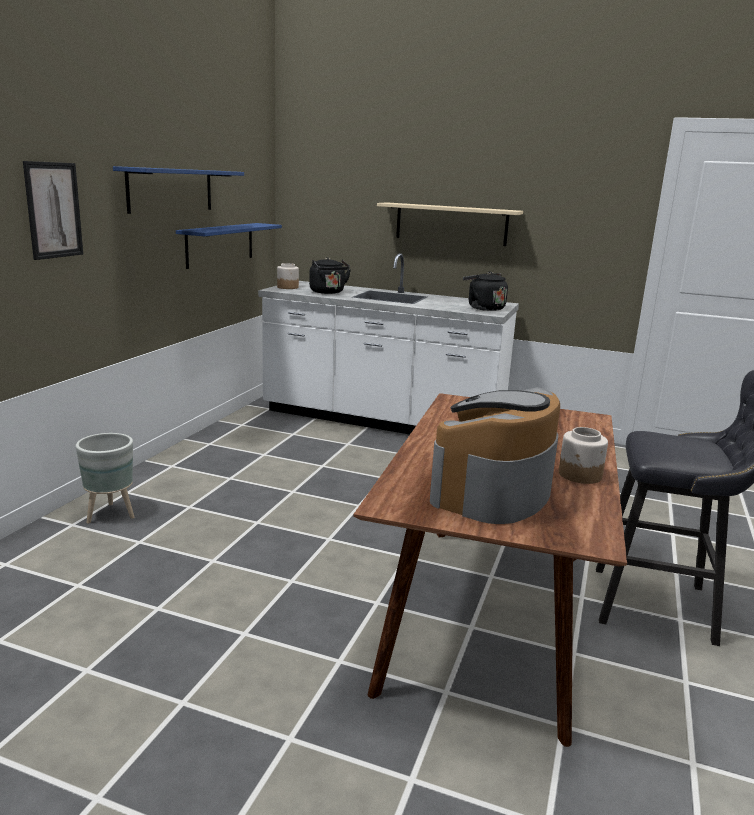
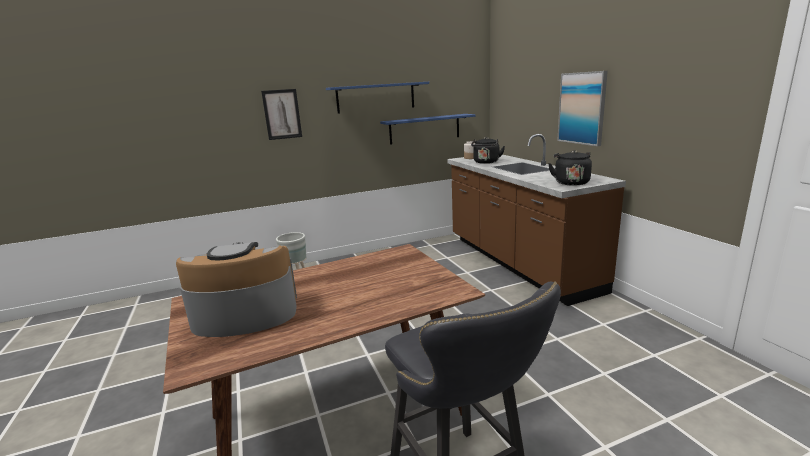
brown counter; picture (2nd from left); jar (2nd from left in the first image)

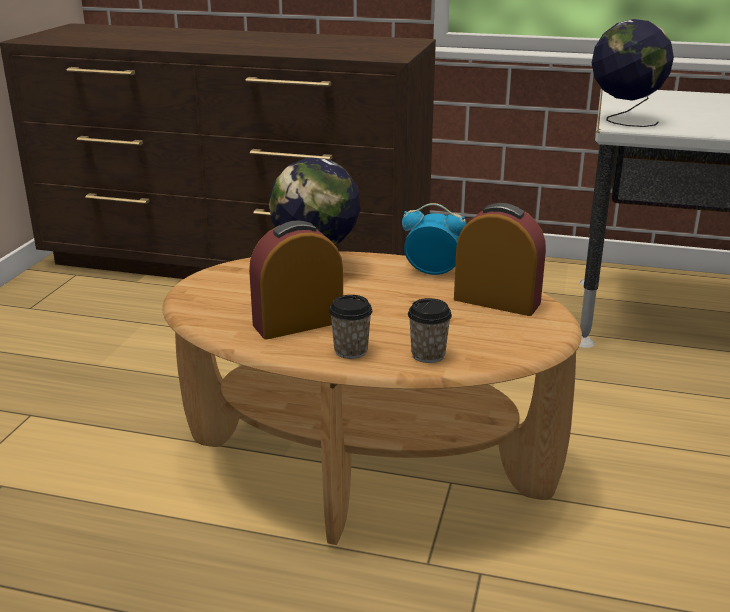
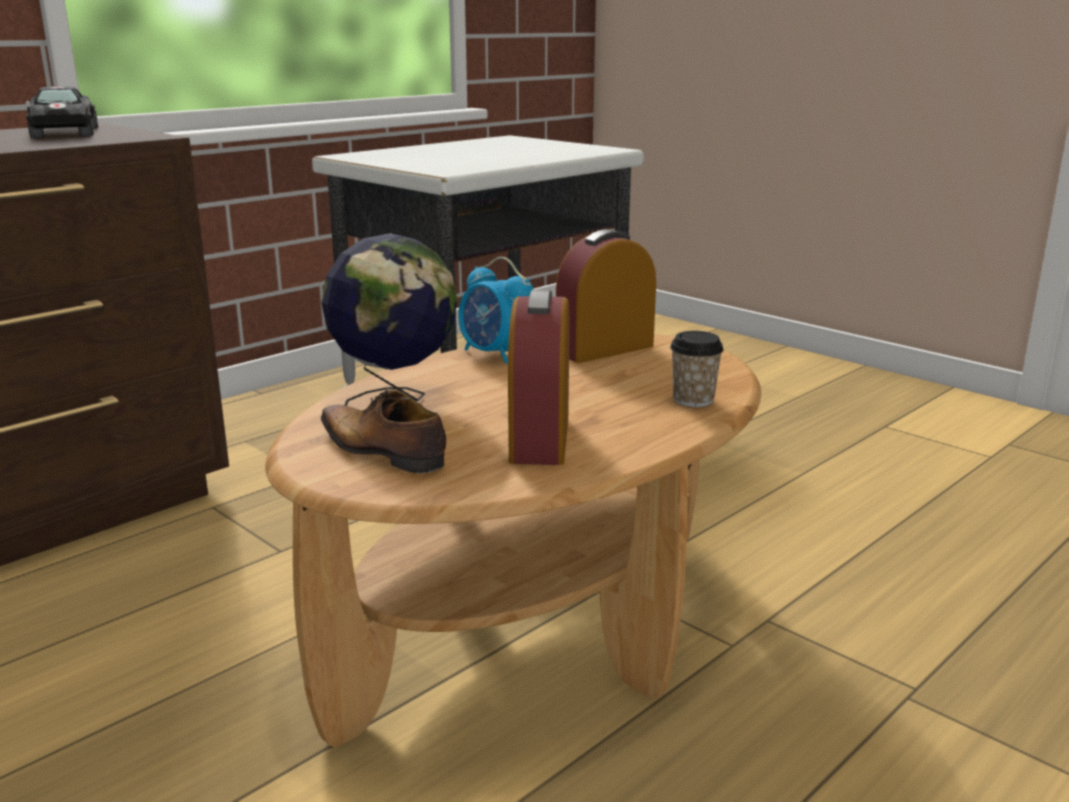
black toy car; shoe; alarm clock (1st from left); cup (1st from left in the first image); globe (2nd from left in the first image)

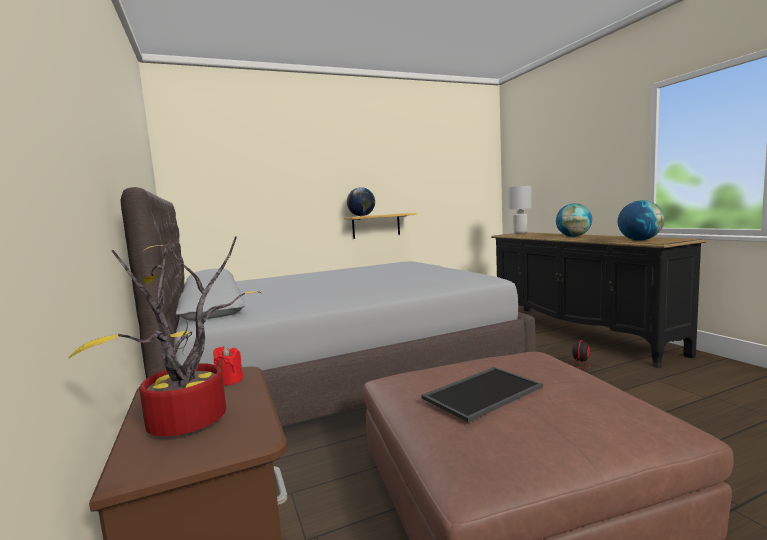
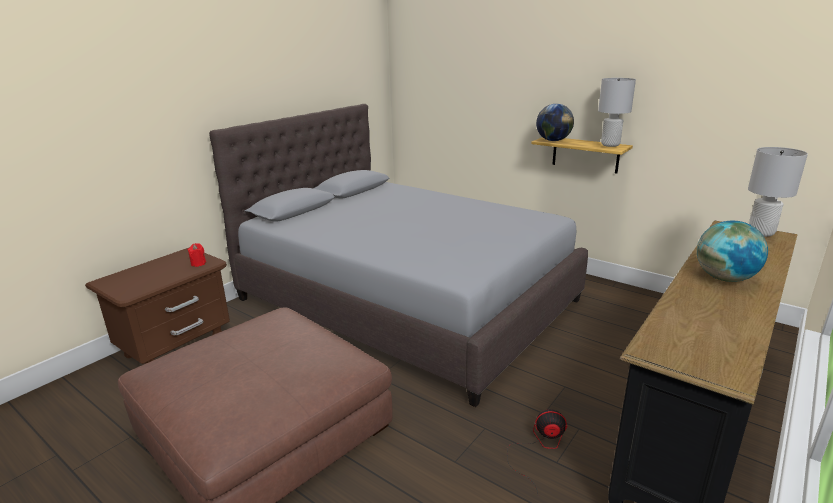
grey table lamp (1st from left); potted plant; tray; globe (3rd from left in the first image)

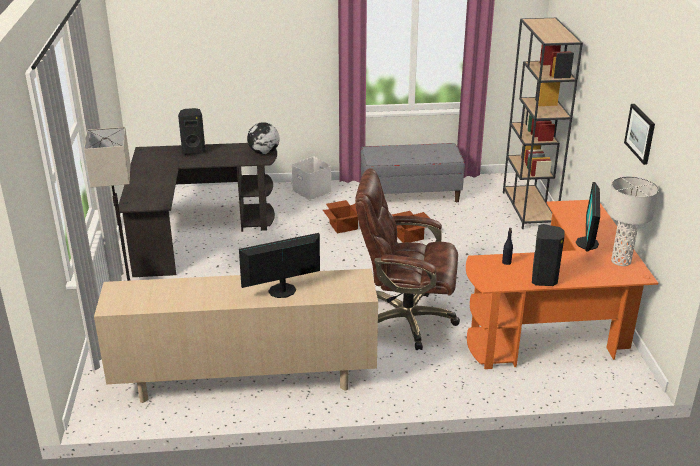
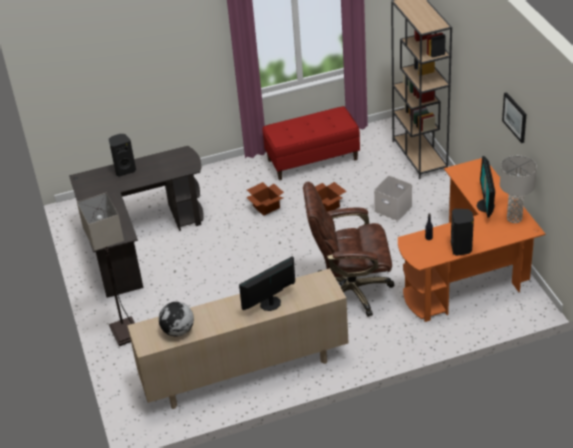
globe; red bench; white storage box

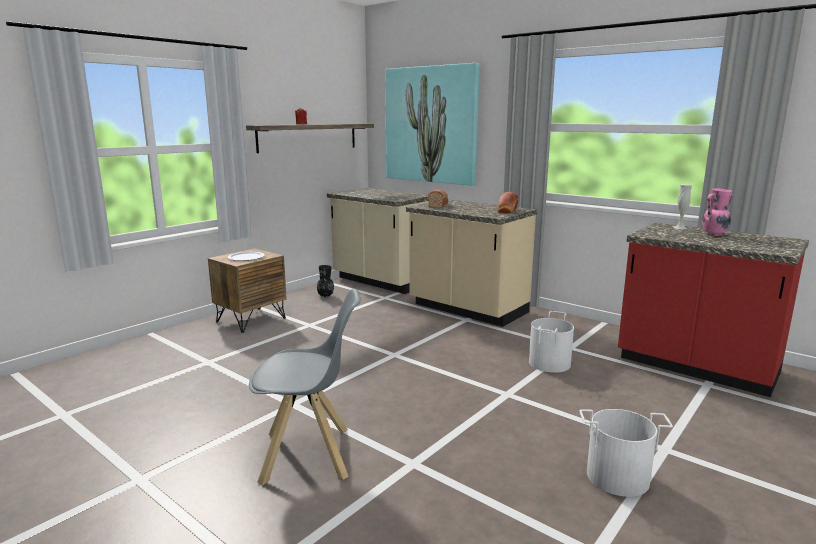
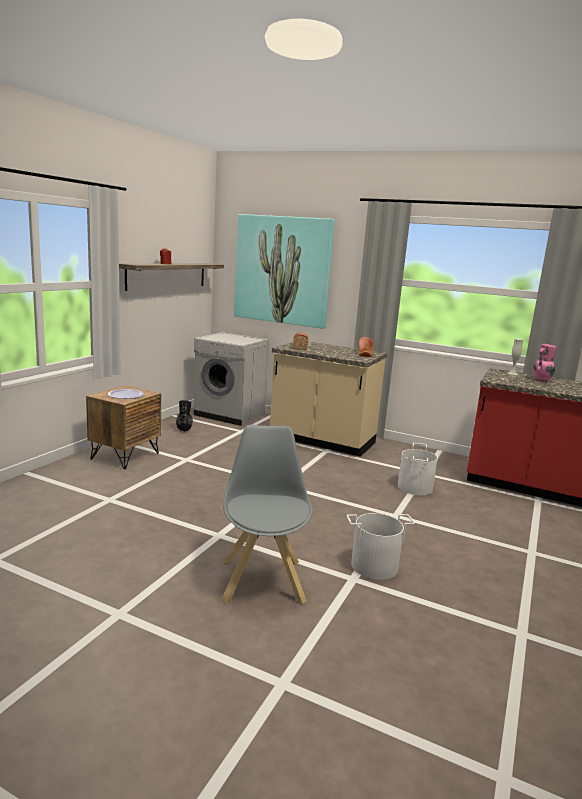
white washing machine; grey chair; white bucket (1st from left)

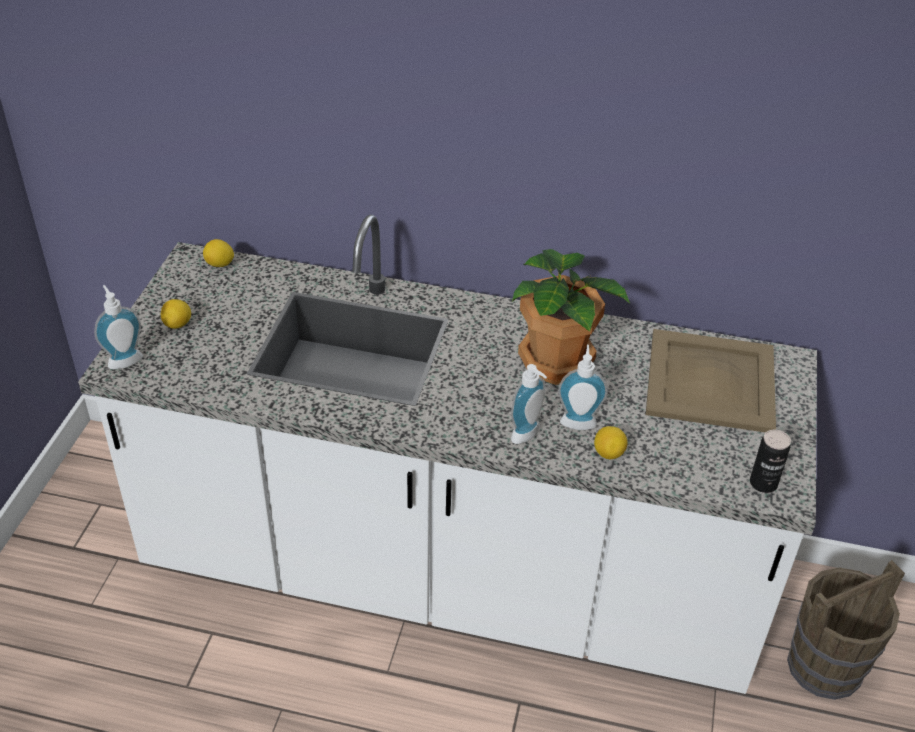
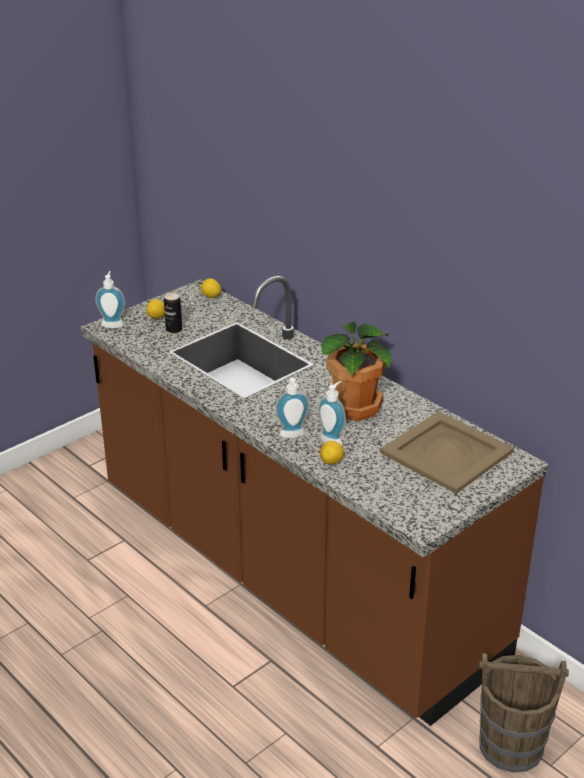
brown counter; can

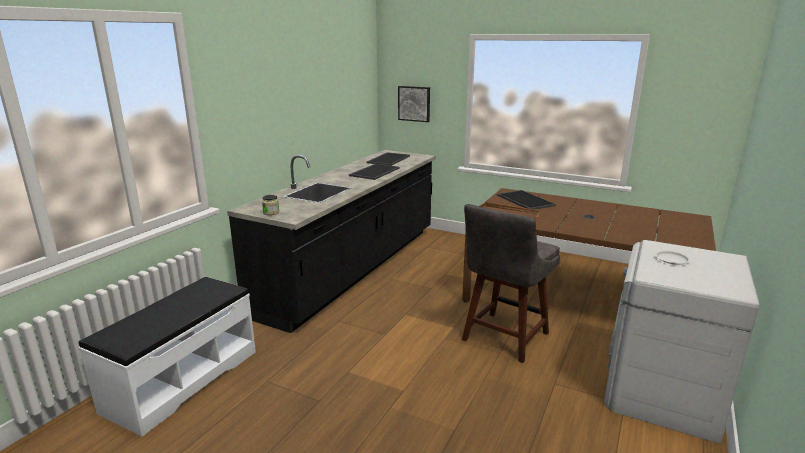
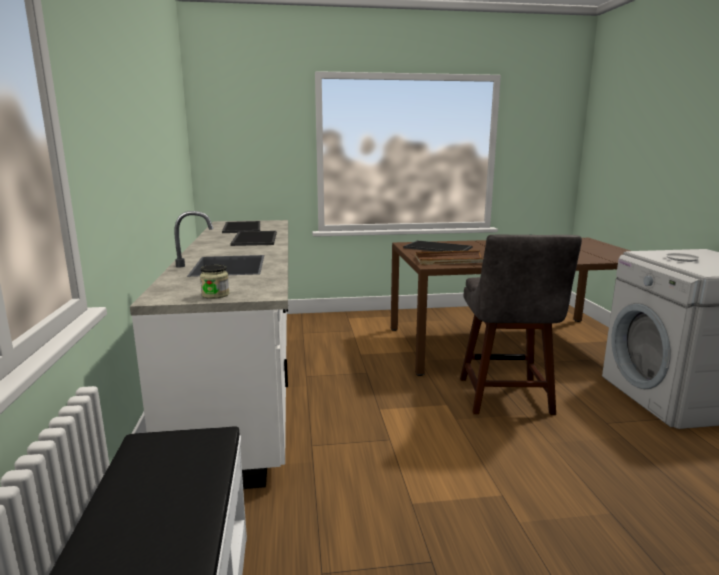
white counter; picture

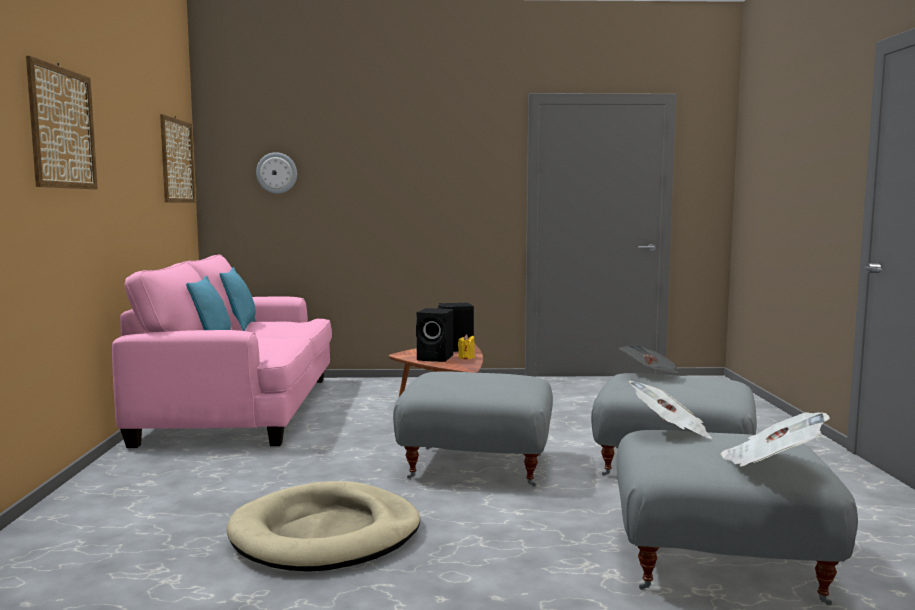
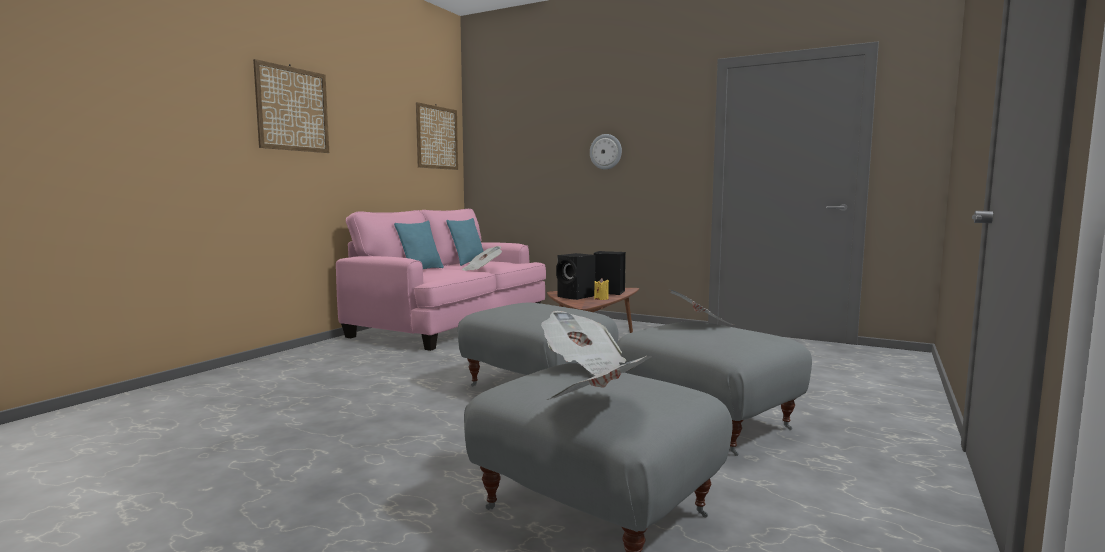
newspaper (1st from left); wall clock; beige dog bed

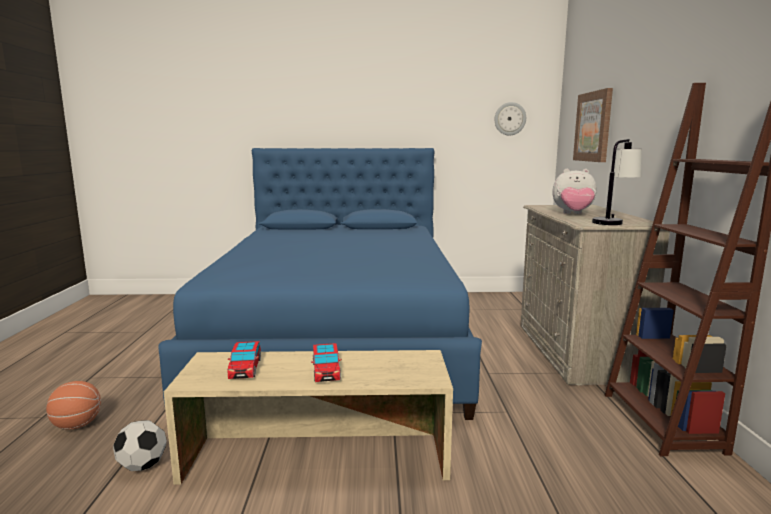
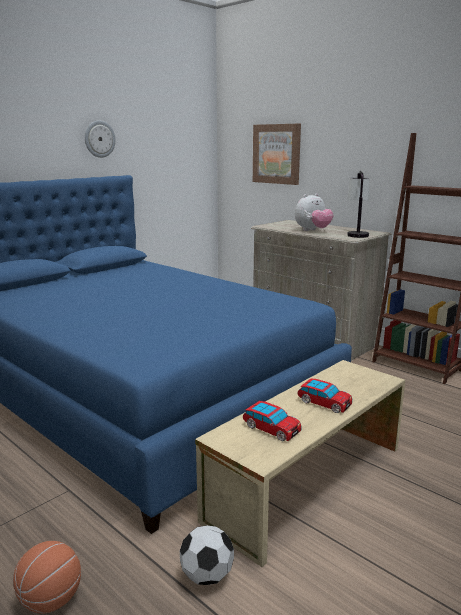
wall clock

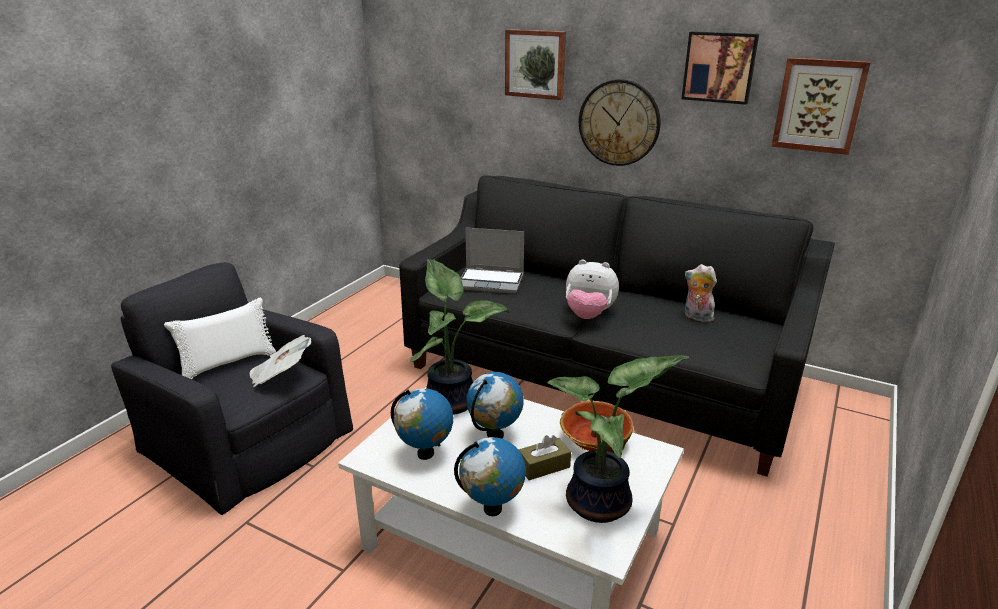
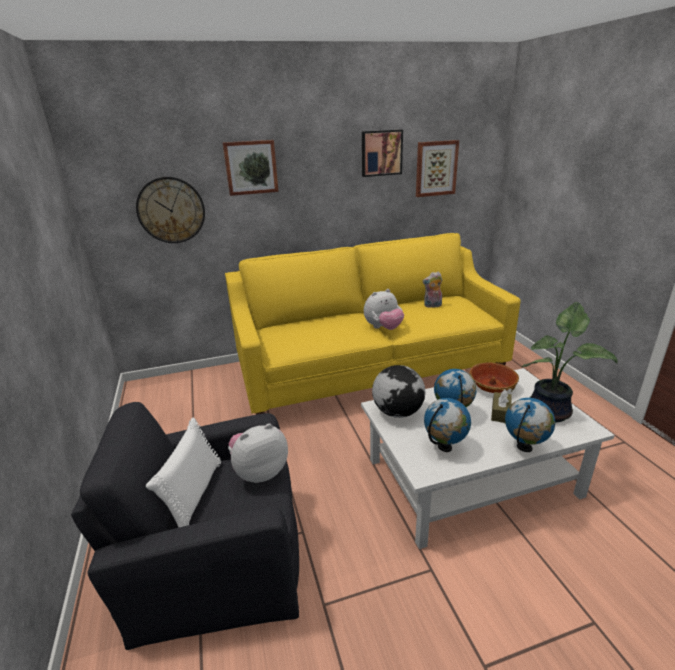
wall clock; yellow sofa; plush toy (1st from left); globe (1st from left); laptop

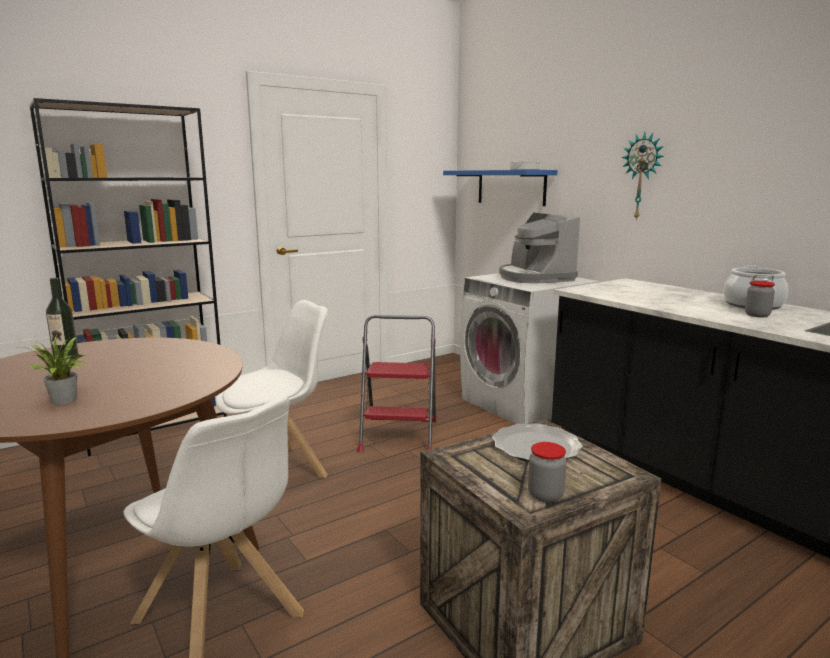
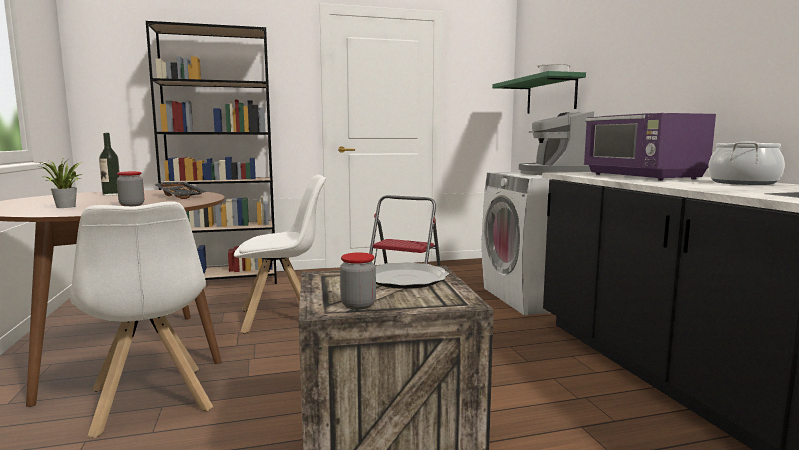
jar (1st from left); black tray; green shelf; purple microwave; wall clock

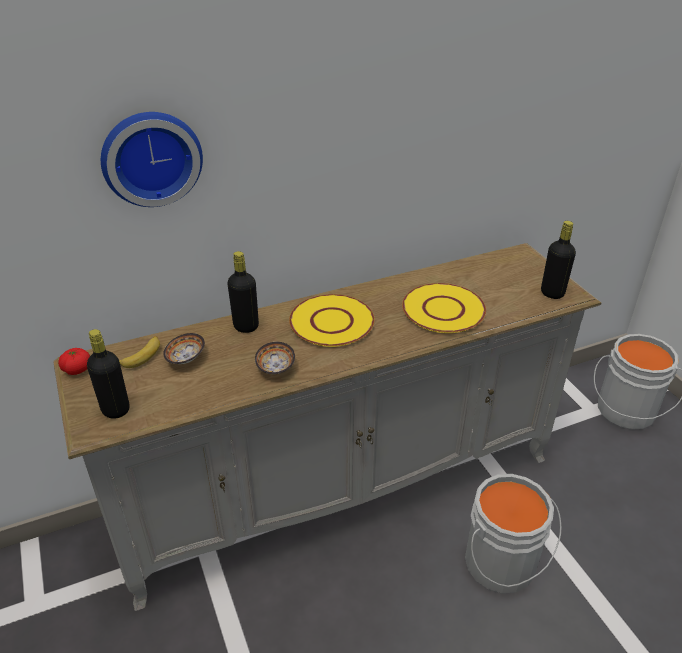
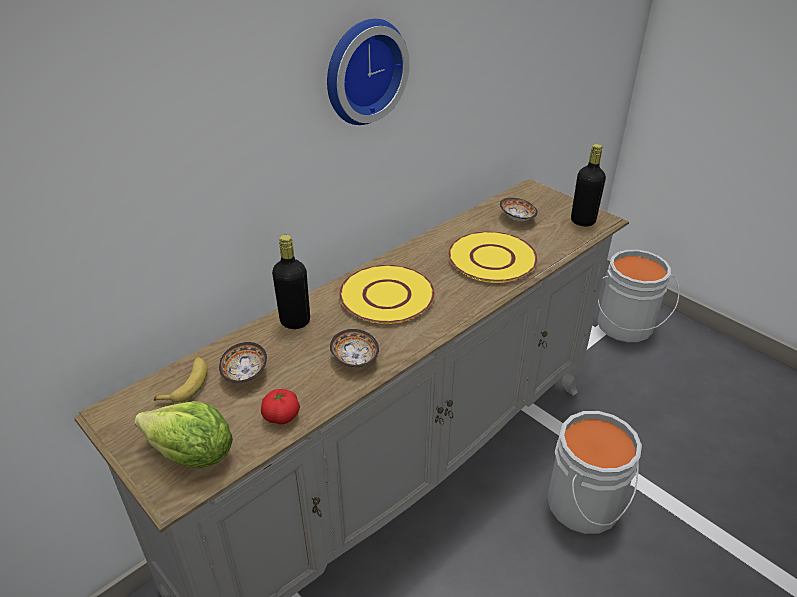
lettuce; tomato; wall clock; bowl (3rd from left)

